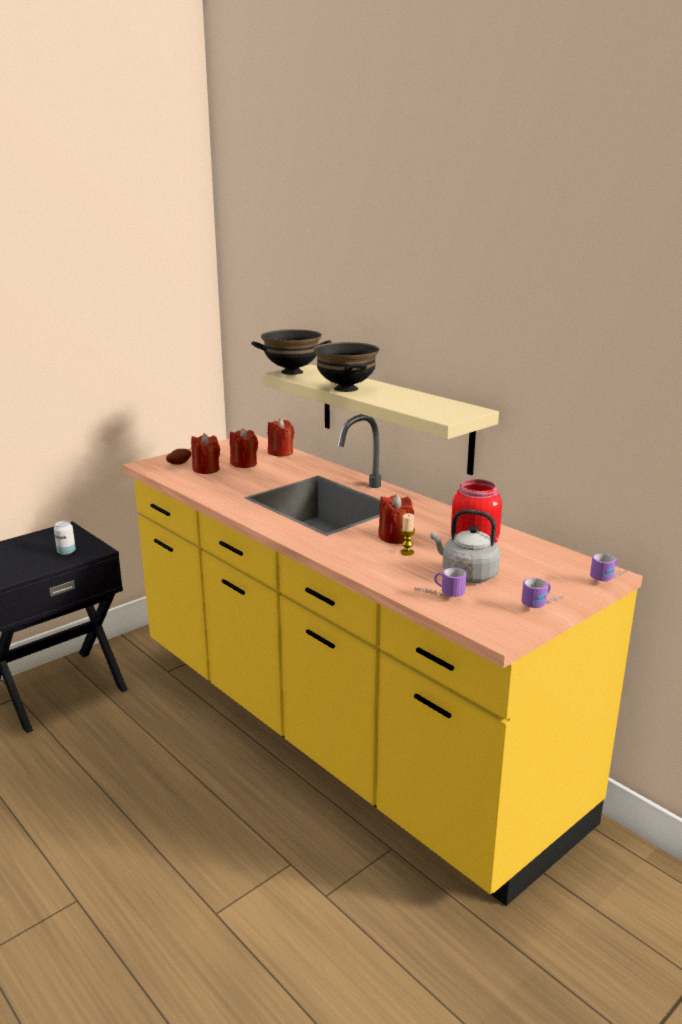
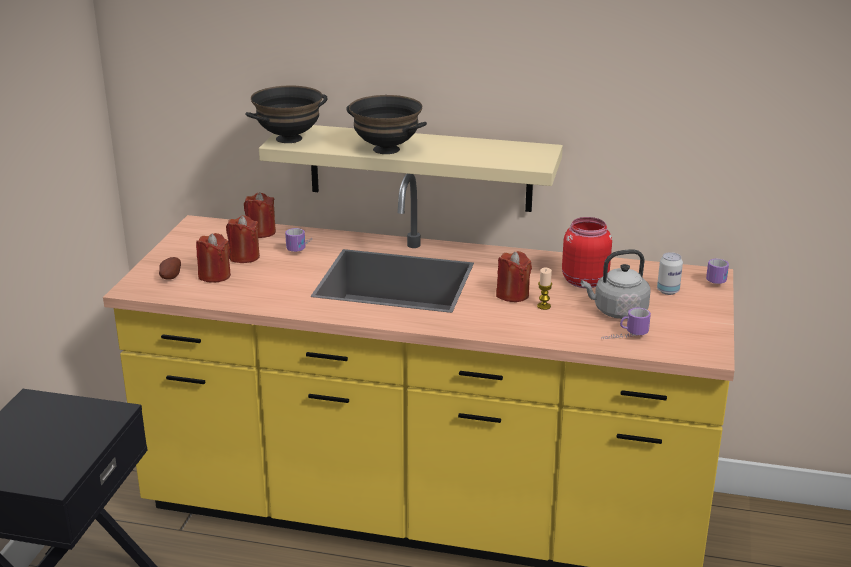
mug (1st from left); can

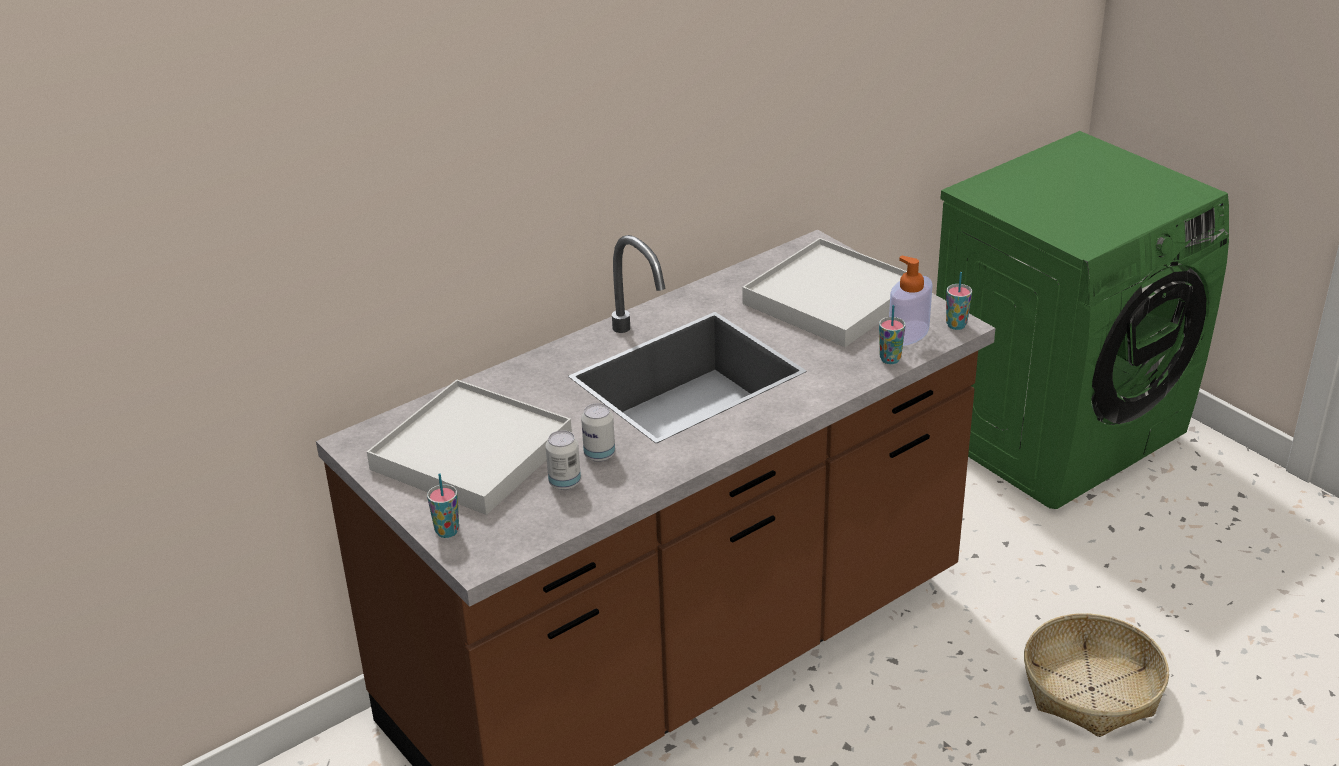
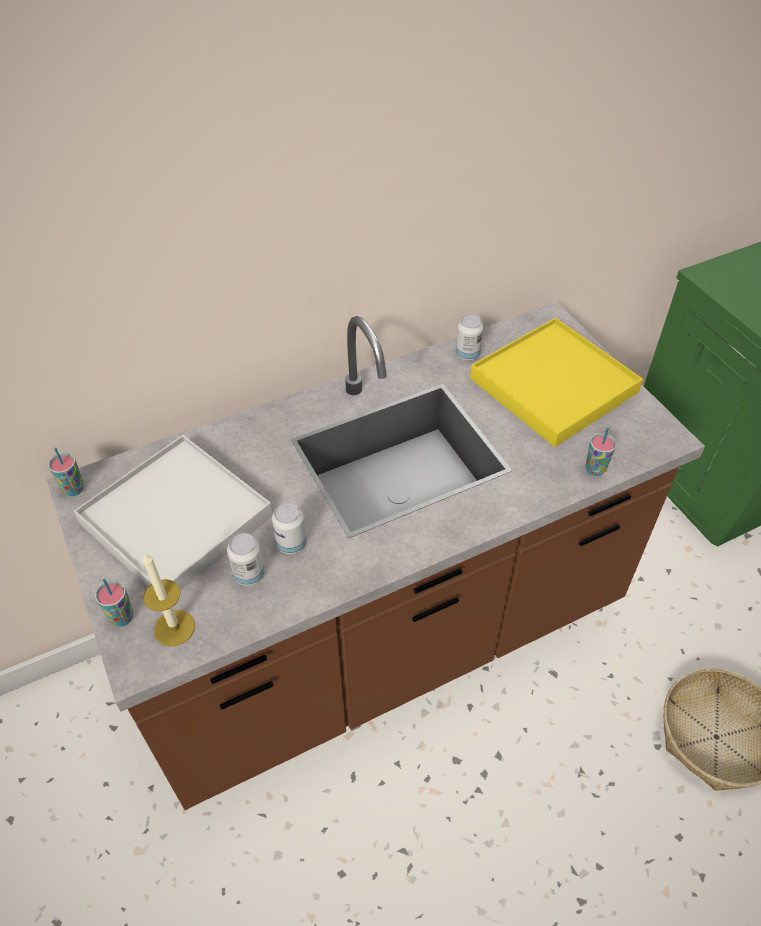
cup (1st from left); candle; can (3rd from left); yellow tray; soap dispenser

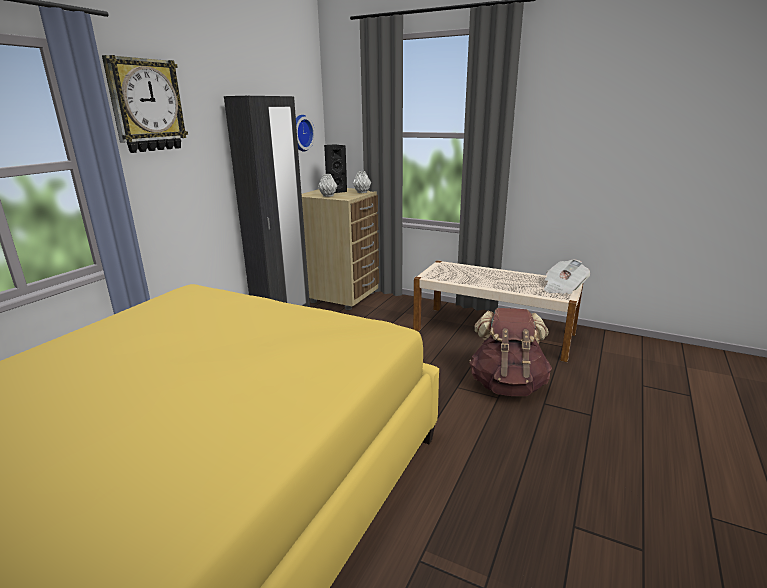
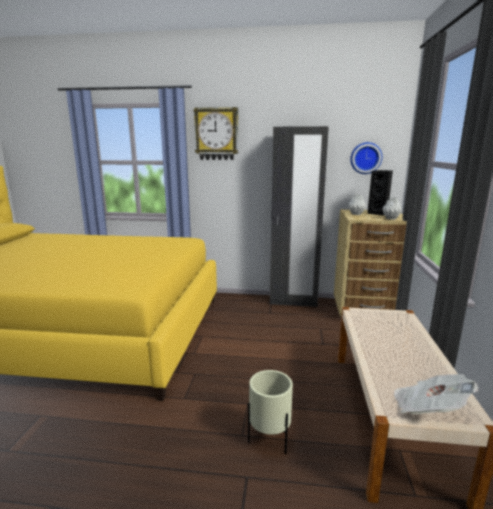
beige planter

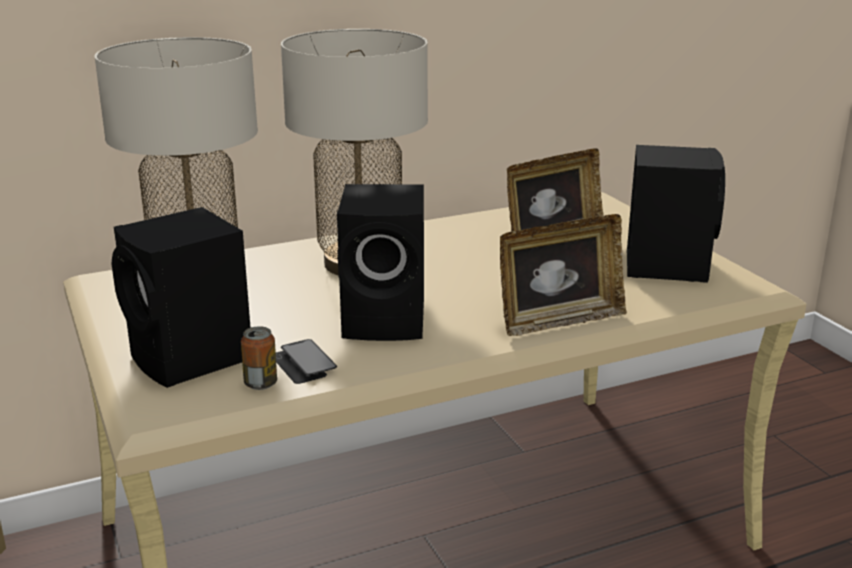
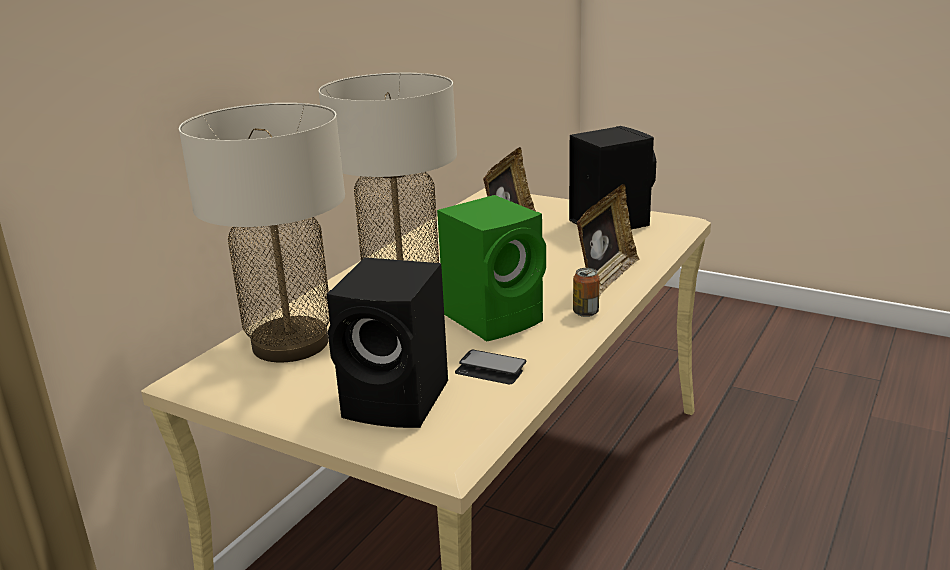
green speaker; can

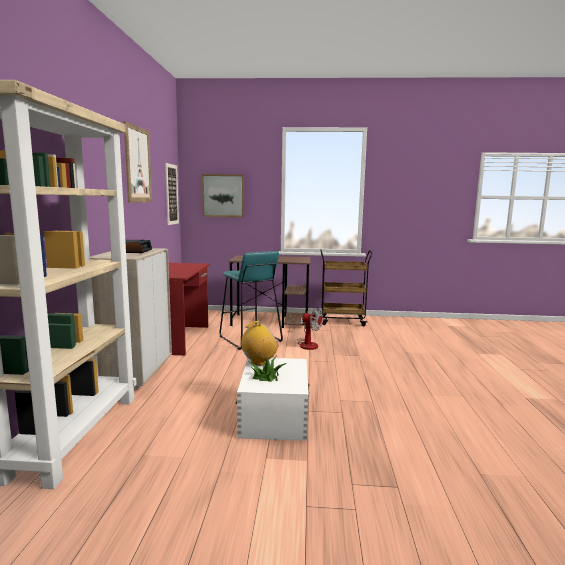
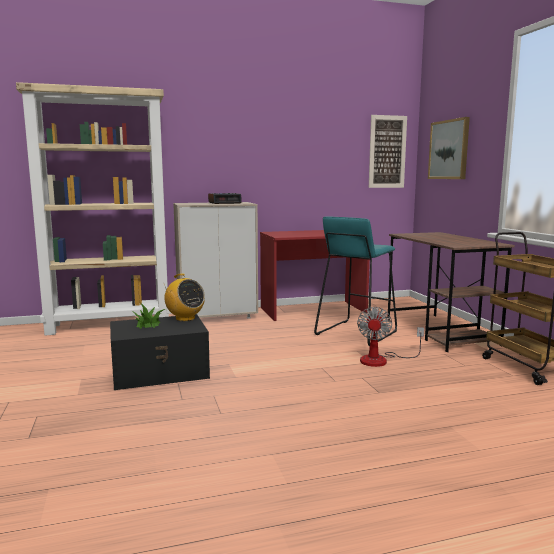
black storage box; picture (1st from left in the first image)

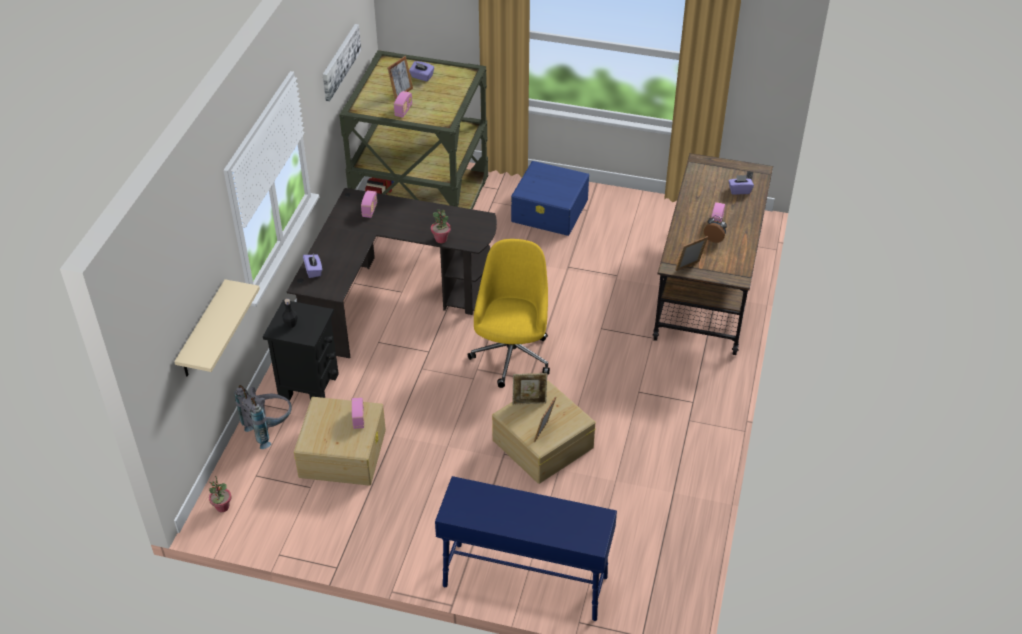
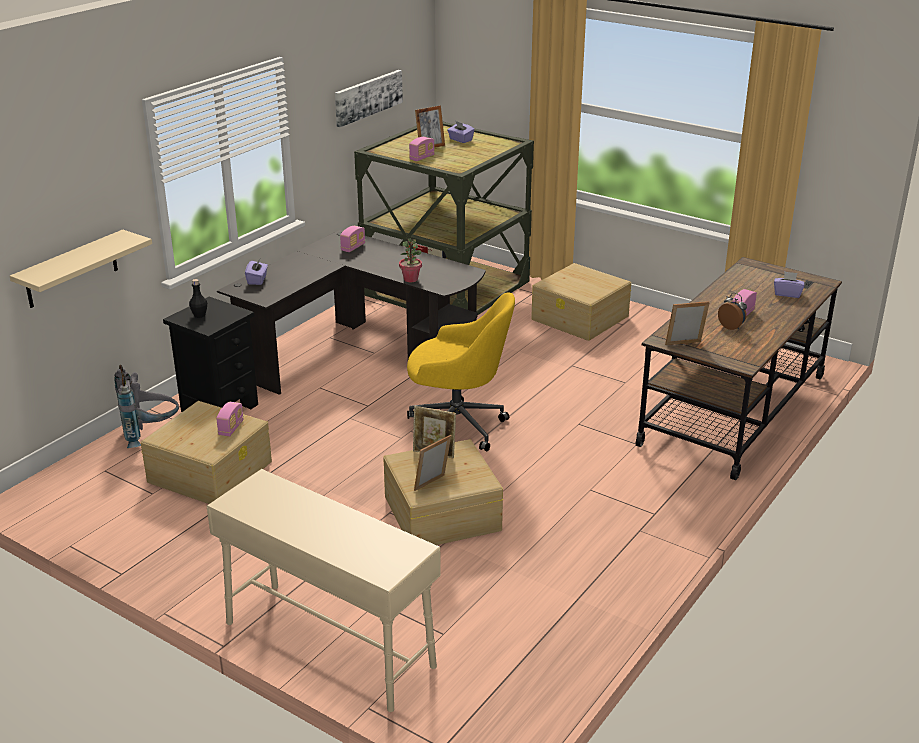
beige console table; yellow office chair; beige storage box (3rd from left); potted plant (1st from left in the first image)

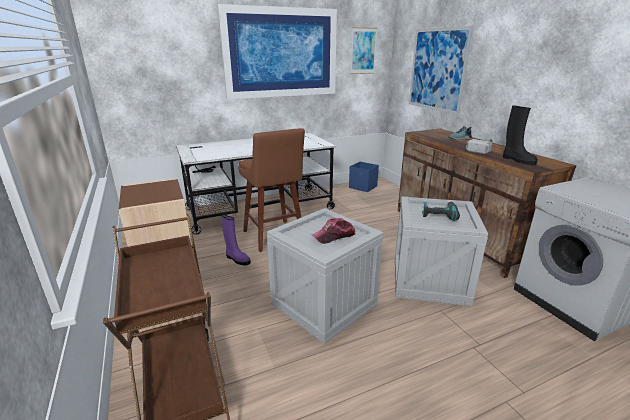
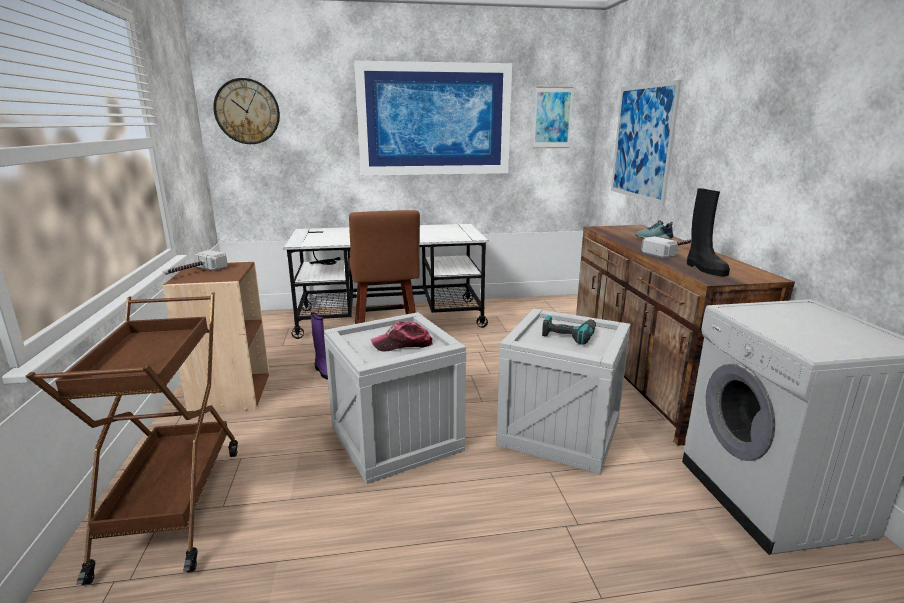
hammer (1st from left); wall clock; blue storage box

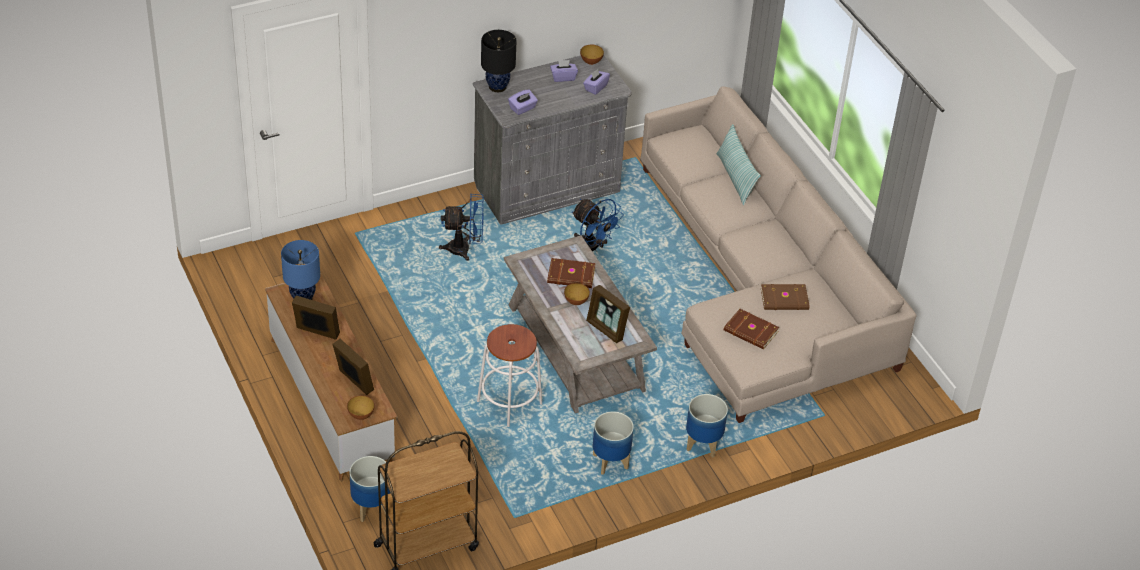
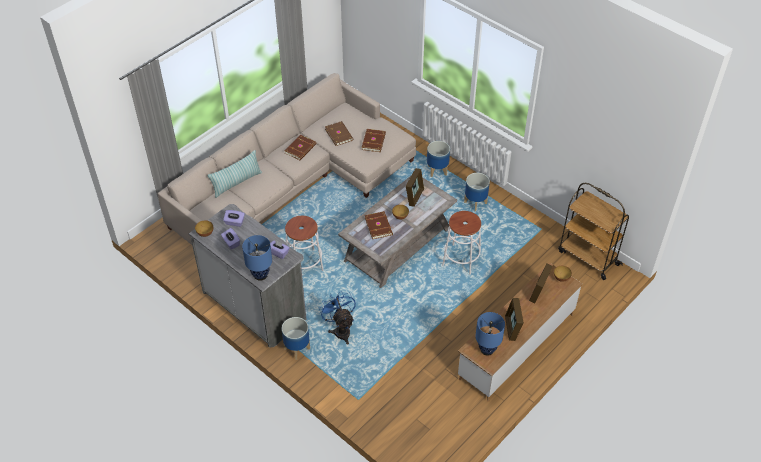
blue table lamp (1st from left); planter (1st from left); brown book (1st from left); white stool (1st from left)

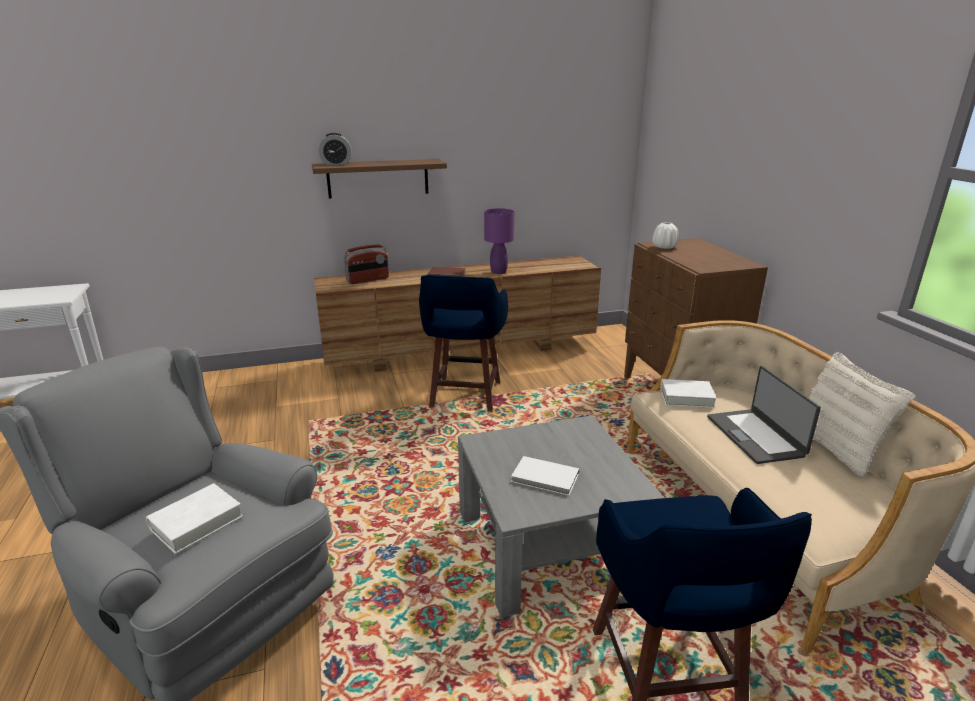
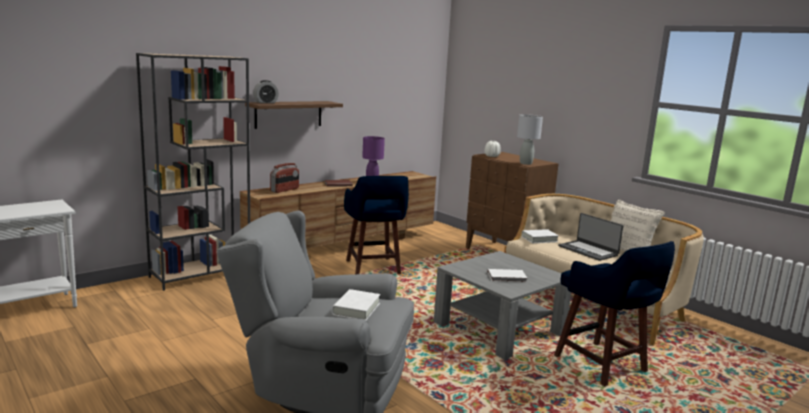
bookcase; grey table lamp

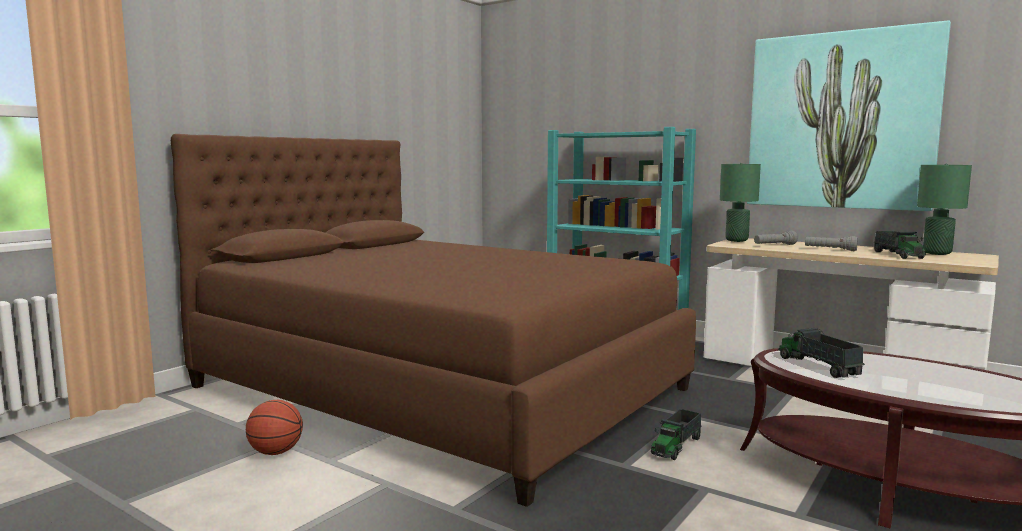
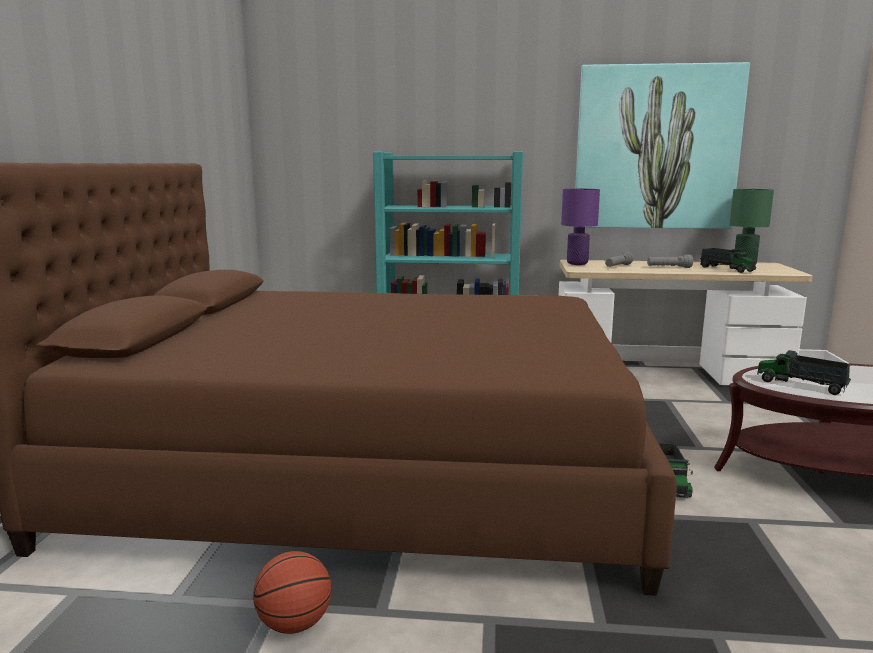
purple table lamp

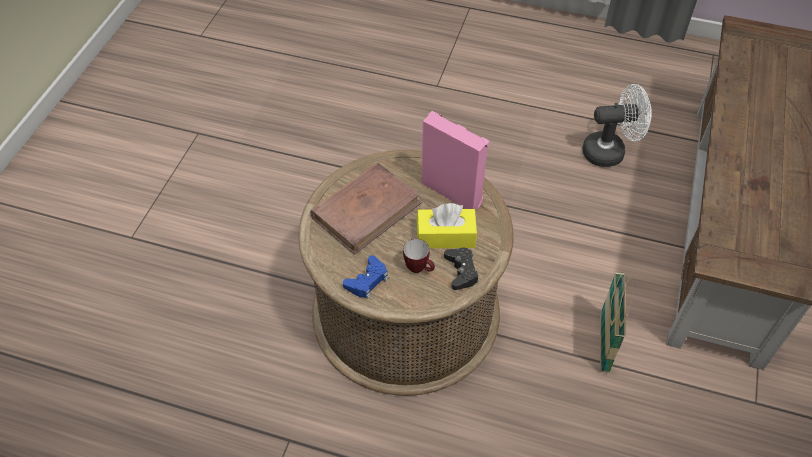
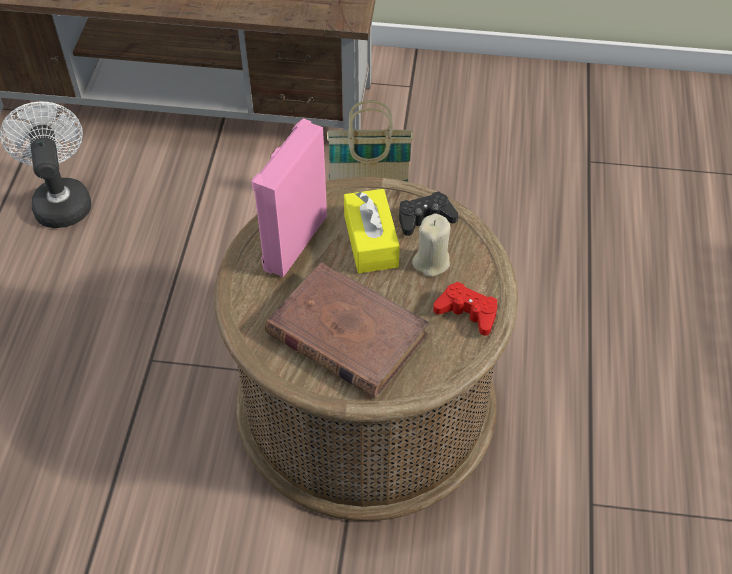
beige candle; red game controller

